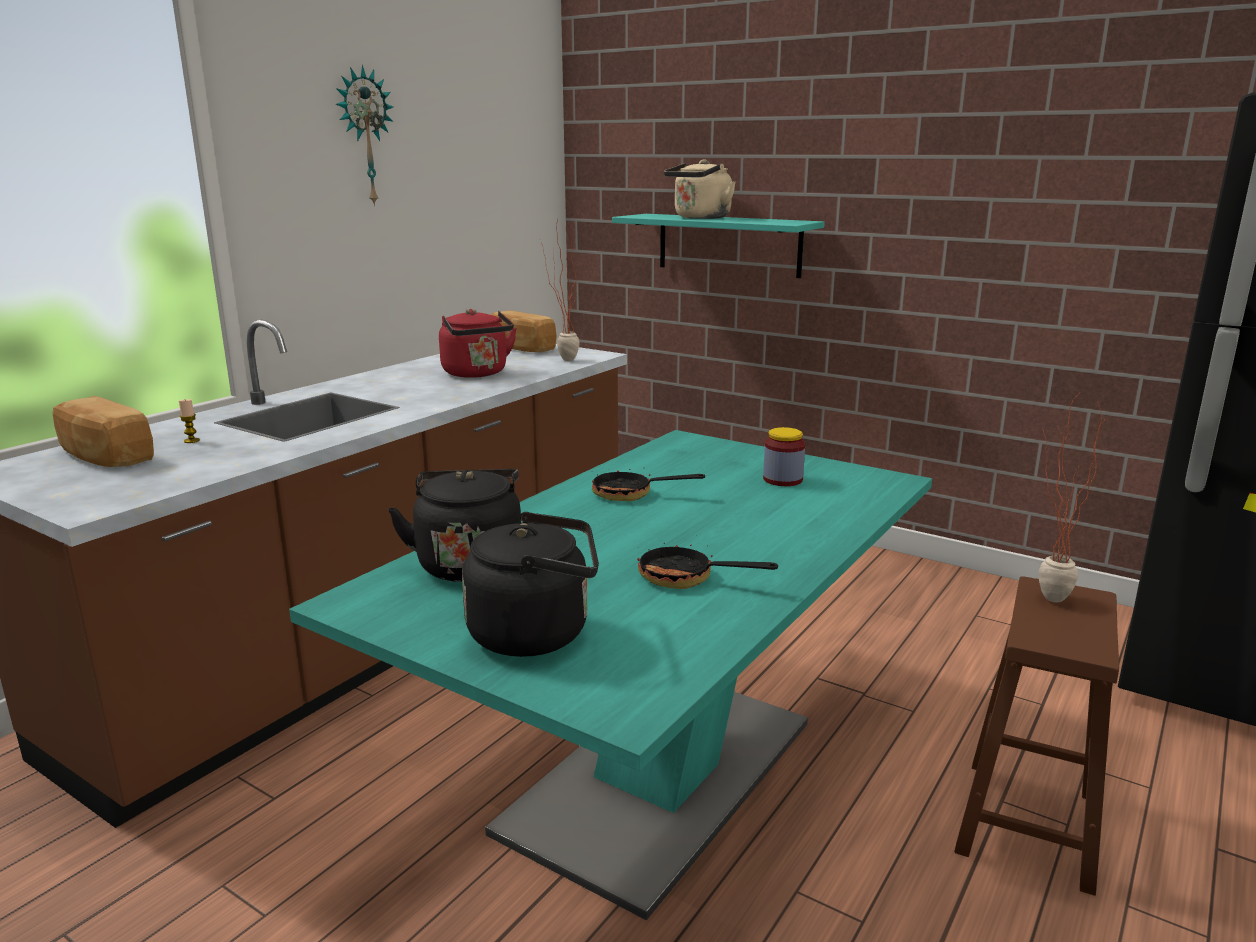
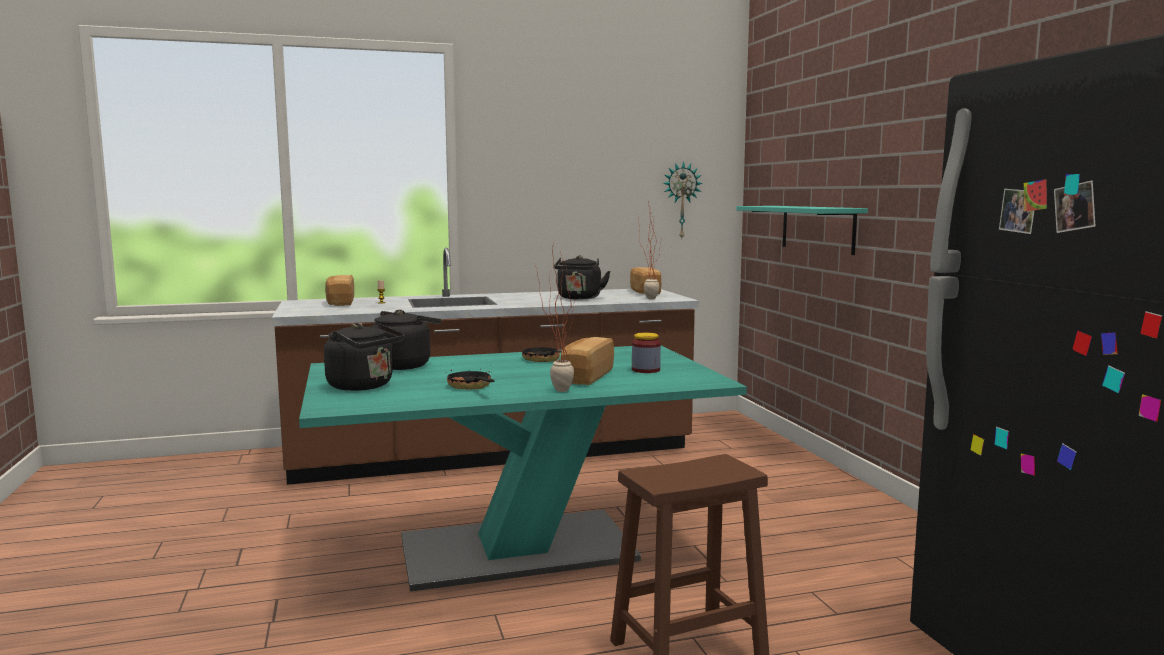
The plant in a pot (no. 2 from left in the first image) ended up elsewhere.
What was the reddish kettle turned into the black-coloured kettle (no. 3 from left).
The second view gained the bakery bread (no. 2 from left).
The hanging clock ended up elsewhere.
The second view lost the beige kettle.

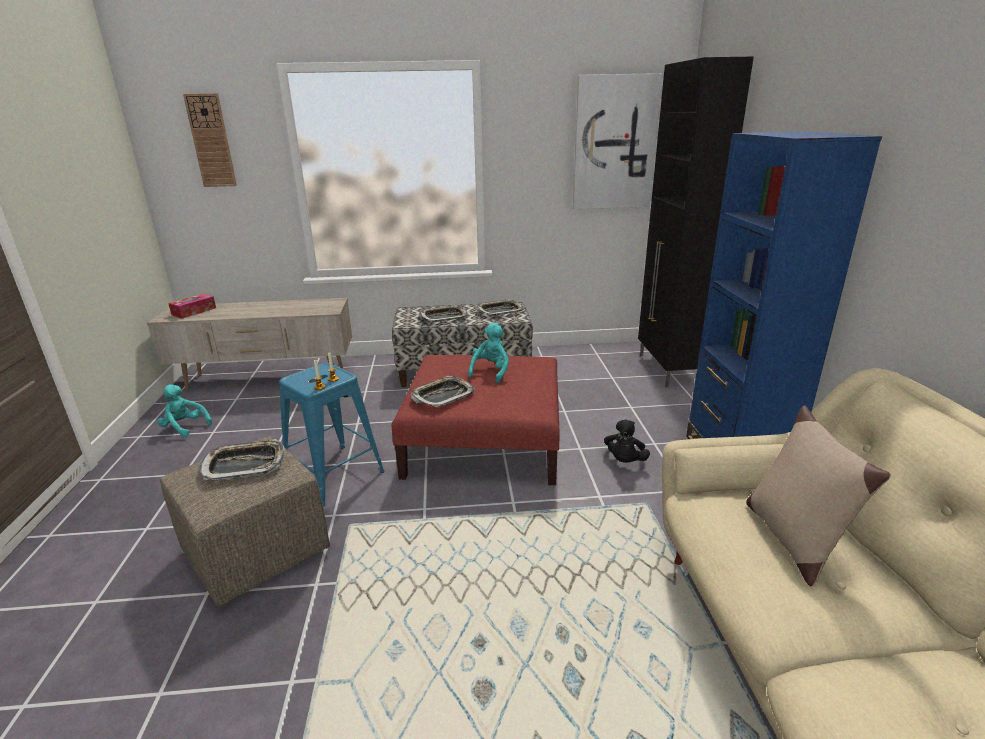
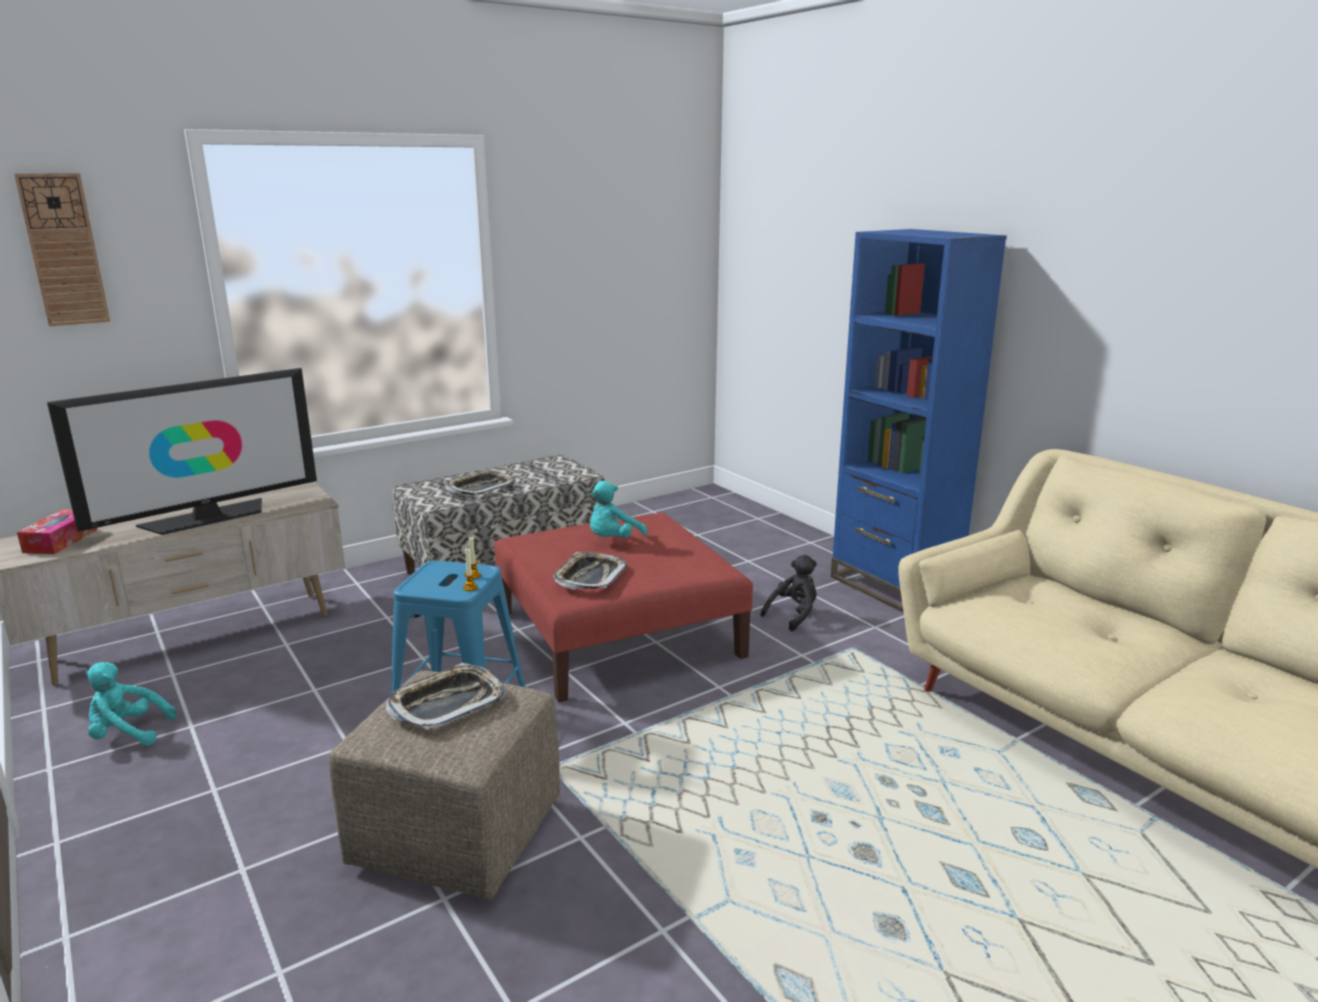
The second view gained the TV.
The turquoise plush toy (no. 2 from left) ended up facing another way, 135 degrees counterclockwise from before.
The black-coloured plush toy ended up facing another way, 120 degrees counterclockwise from before.
The second view lost the tray (no. 4 from left).
The second view lost the wall picture.
The second view lost the black-coloured cupboard.
The second view lost the beige throw pillow.

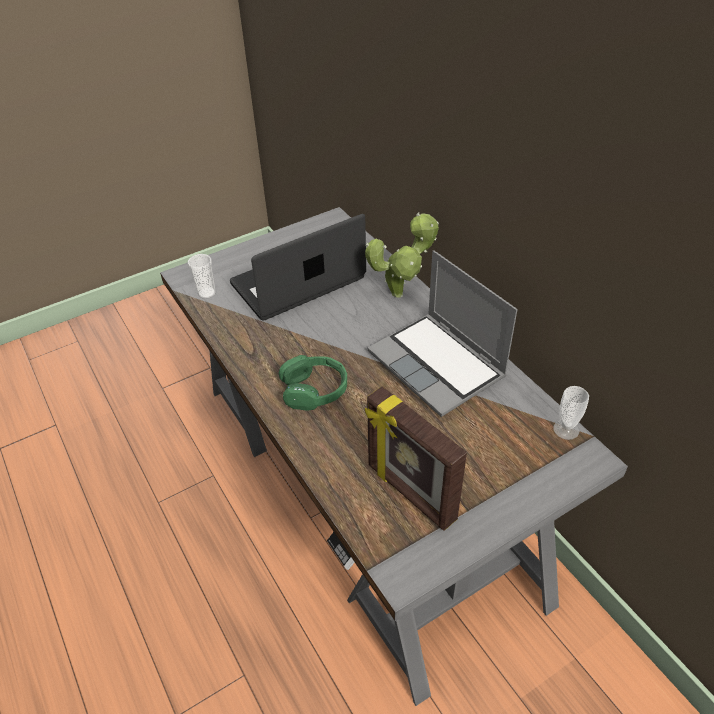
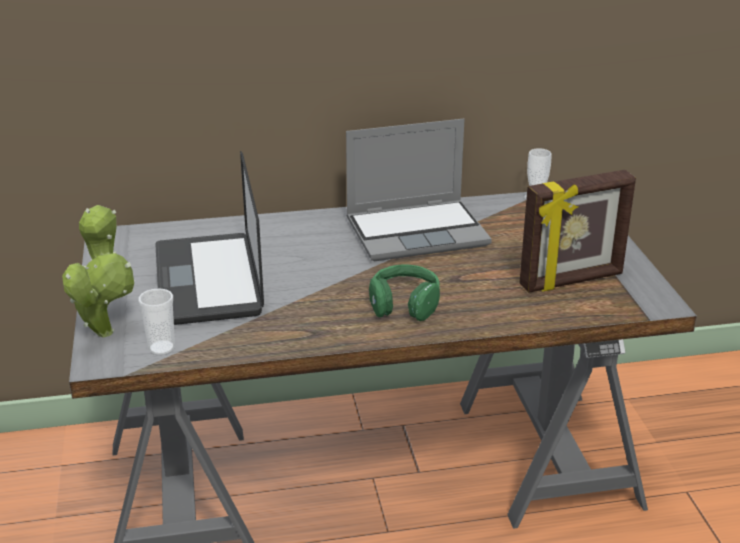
The plant in a pot ended up elsewhere.

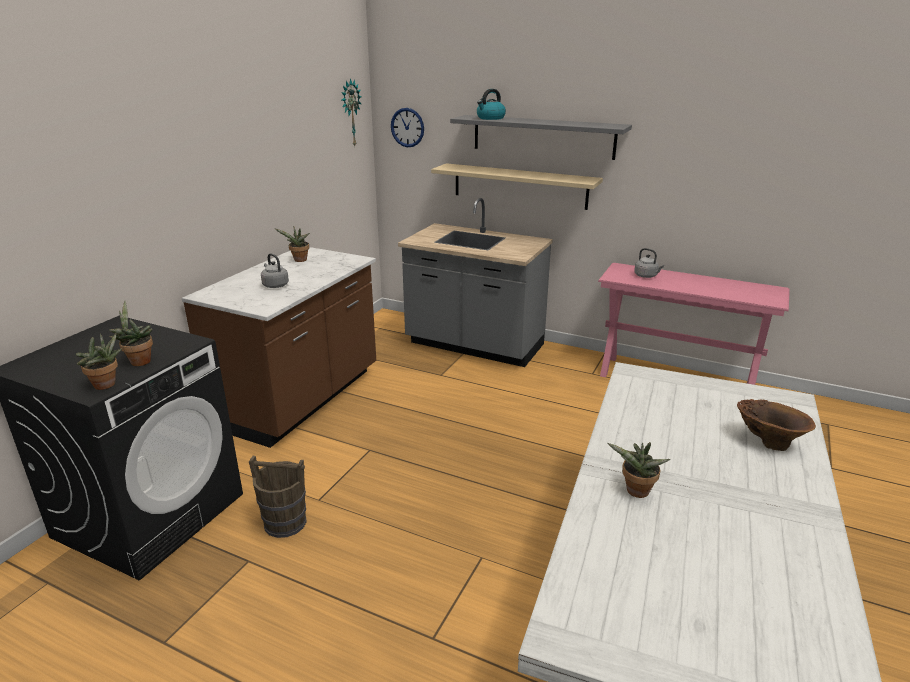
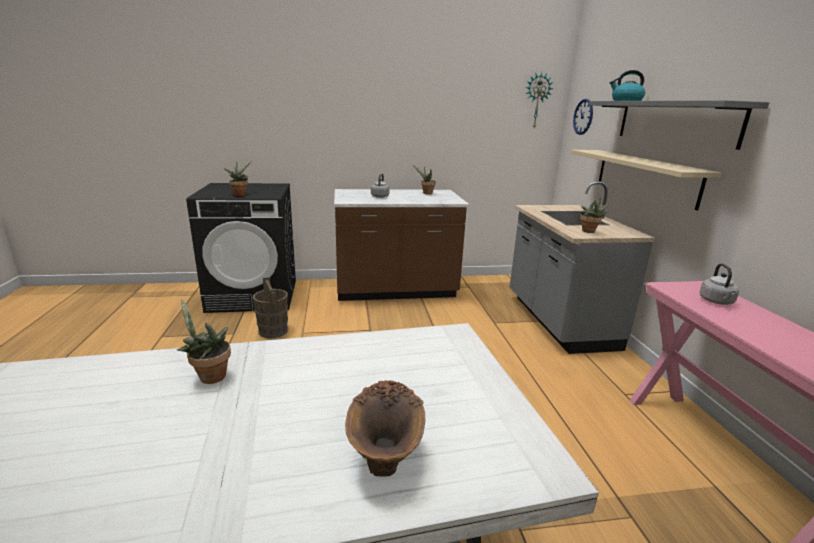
The plant in a pot (no. 1 from left in the first image) ended up elsewhere.

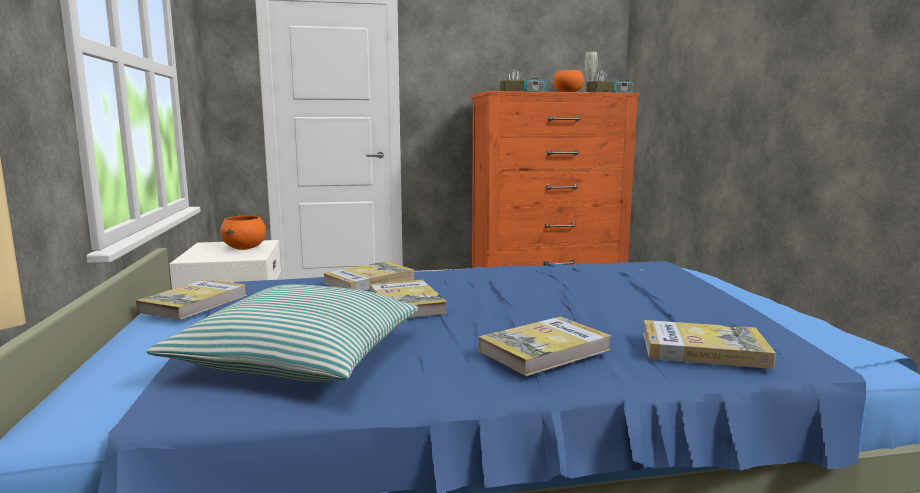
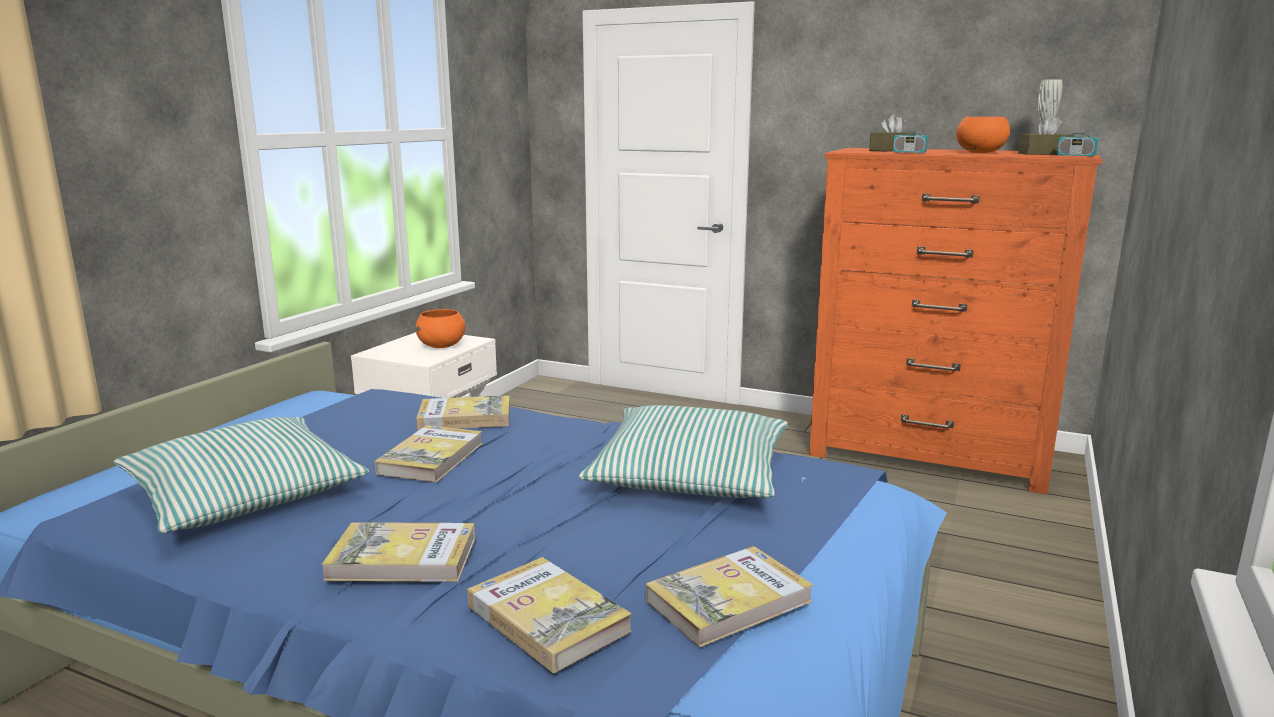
The second view gained the throw pillow (no. 2 from left).
The bound book (no. 1 from left in the first image) ended up elsewhere.

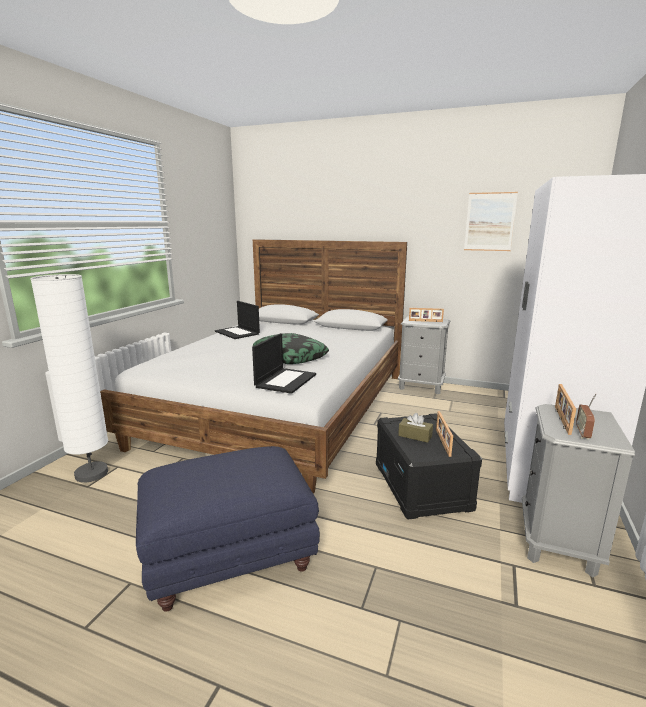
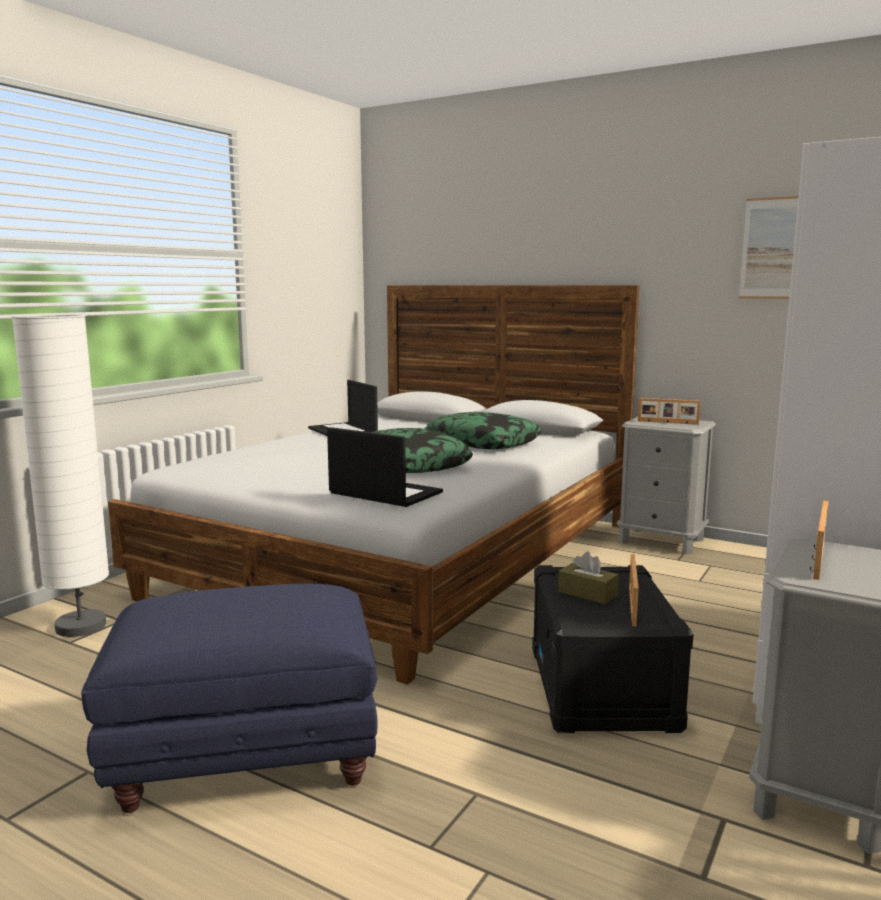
The portable computer (no. 2 from left) ended up facing another way, 90 degrees counterclockwise from before.
The second view gained the throw pillow (no. 2 from left).
The second view lost the radio receiver.

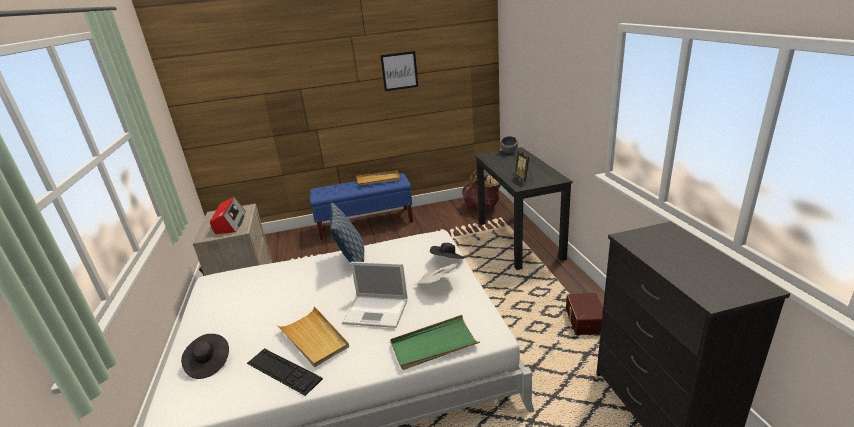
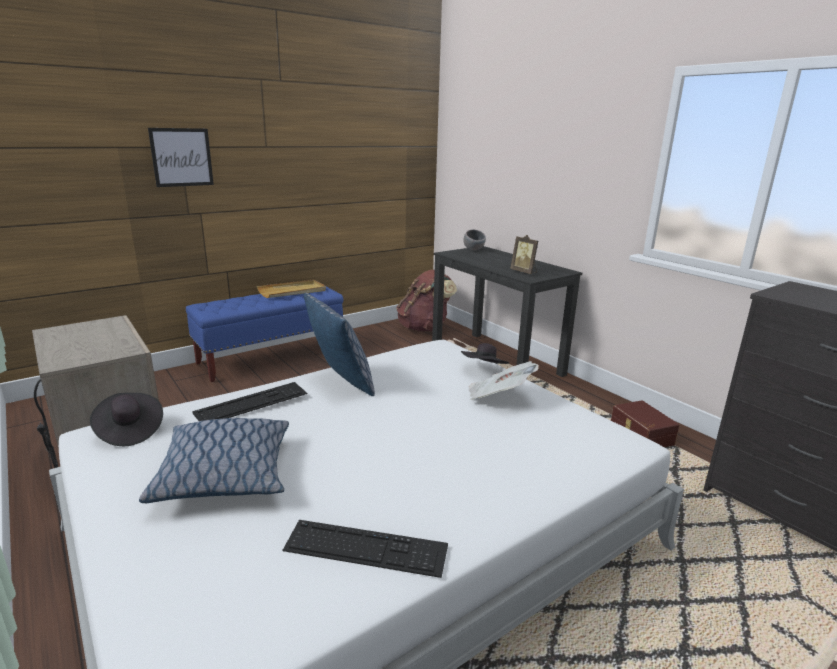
The black-coloured hat (no. 1 from left) ended up elsewhere.
The second view gained the throw pillow (no. 1 from left).
The wall picture ended up elsewhere.
The second view gained the PC keyboard (no. 1 from left).
The second view lost the radio receiver.
The second view lost the beige tray (no. 1 from left).
The second view lost the portable computer.
The second view lost the greenish tray.

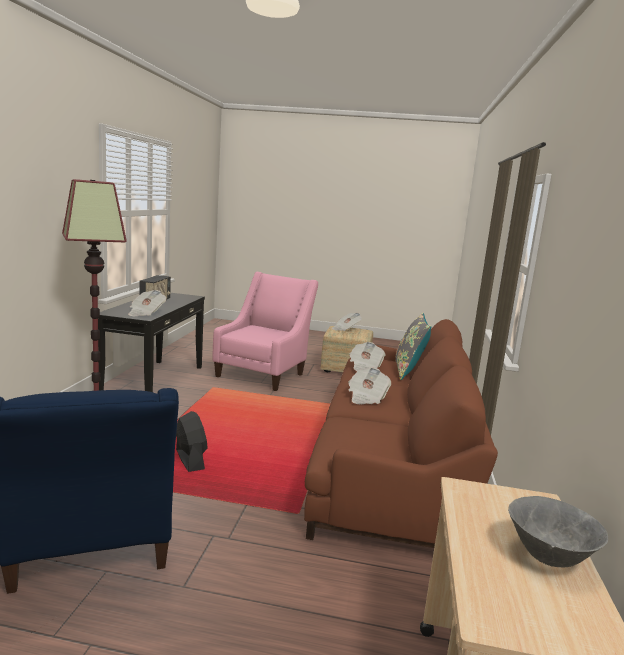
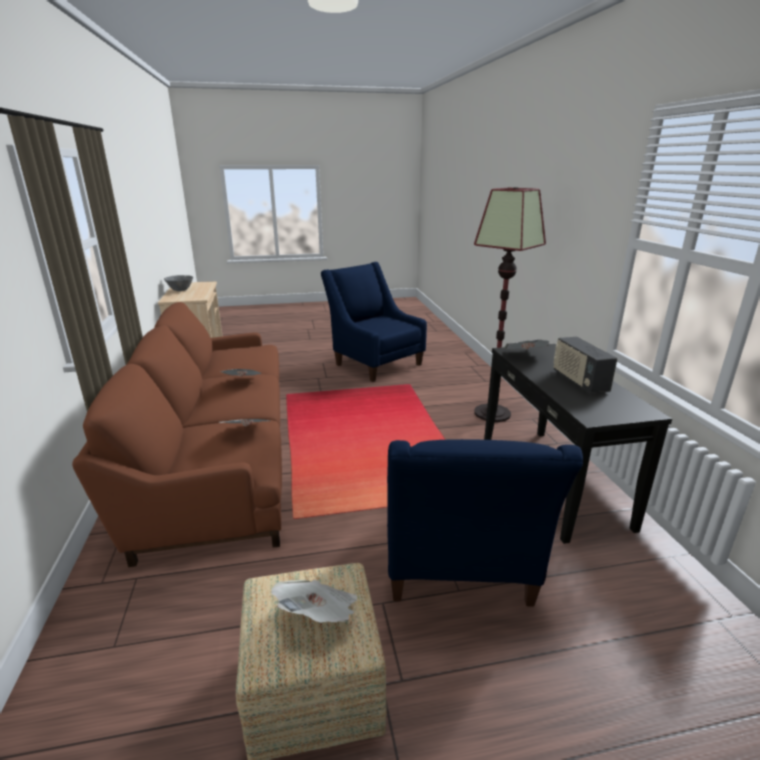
What was the pink armchair turned into the blue armchair (no. 2 from left).
The second view lost the black-coloured electric fan.
The second view lost the greyish throw pillow.

